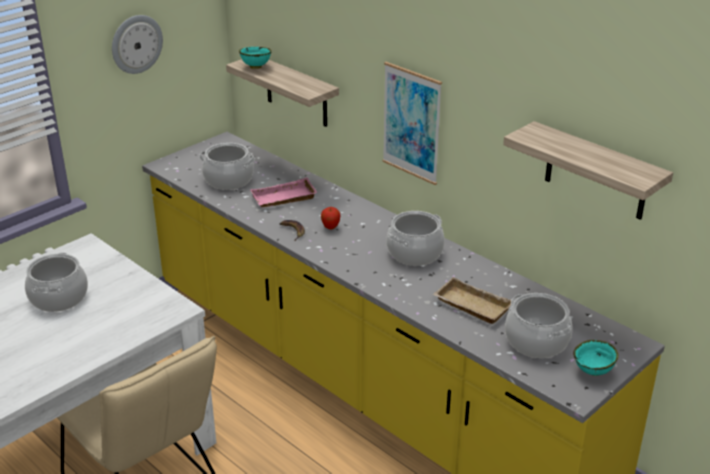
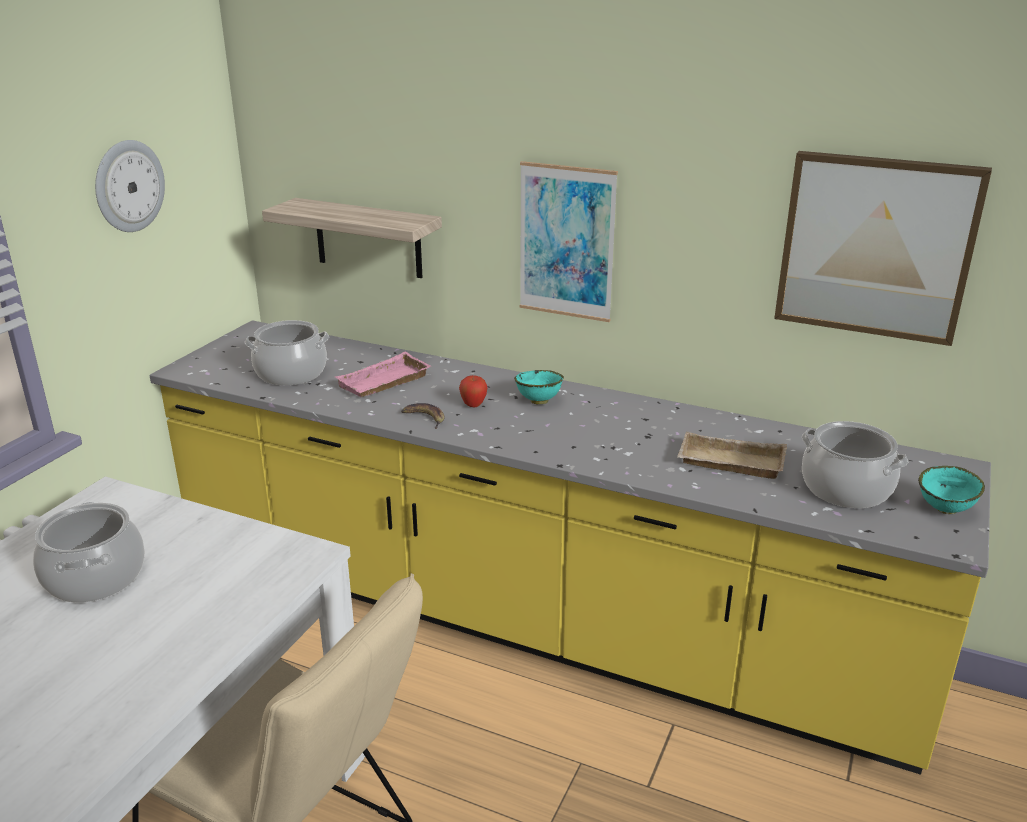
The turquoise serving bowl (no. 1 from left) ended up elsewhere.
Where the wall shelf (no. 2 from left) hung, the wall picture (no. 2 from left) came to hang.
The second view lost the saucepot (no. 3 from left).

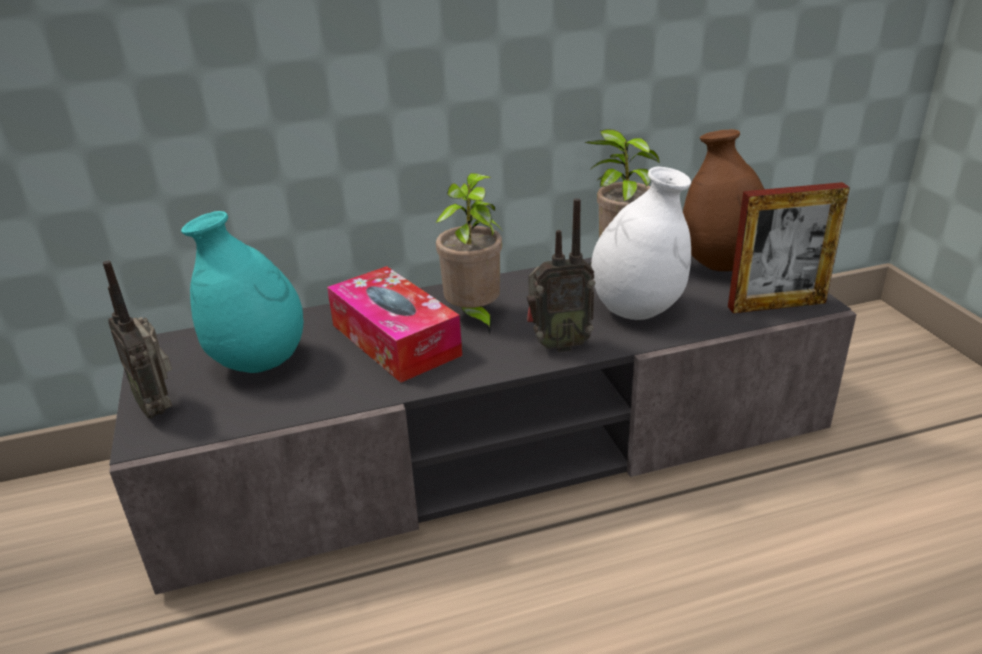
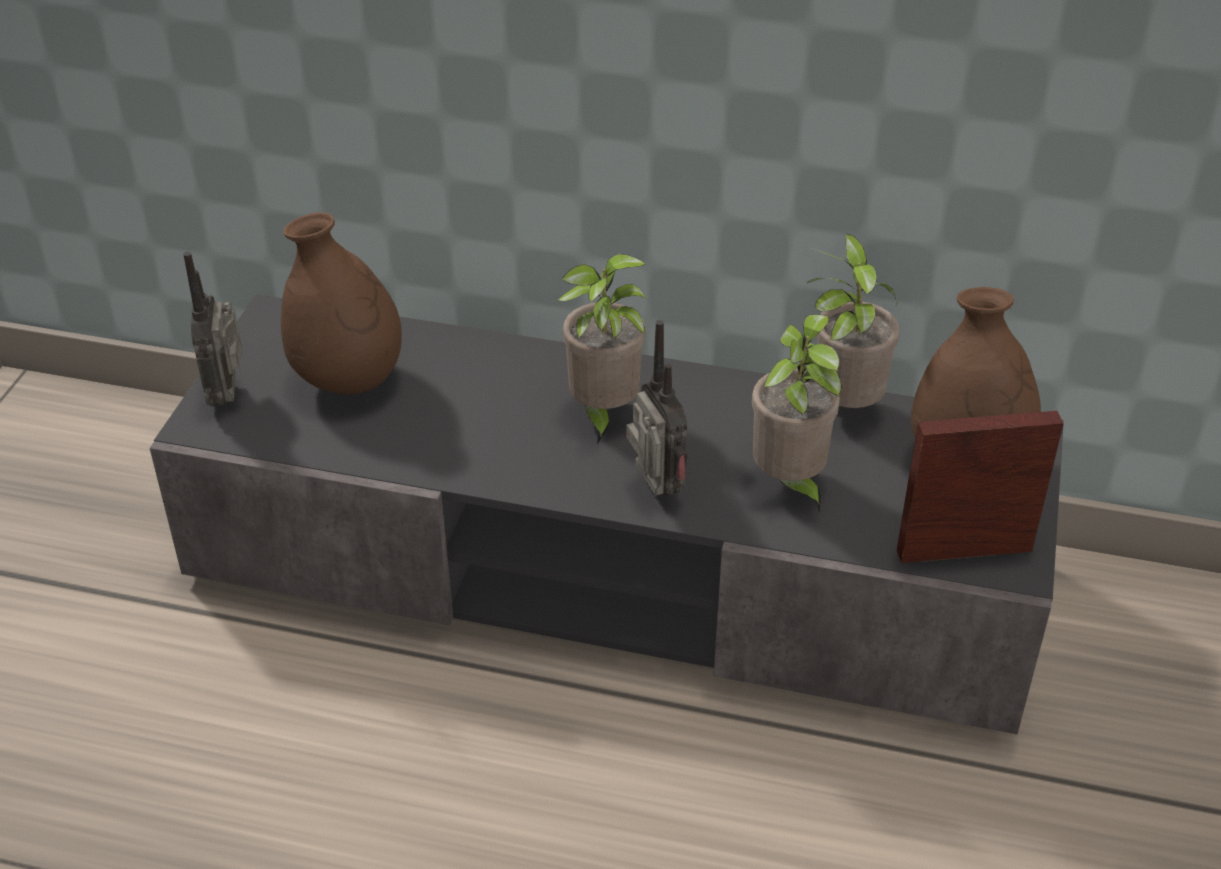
What was the turquoise decorative vase turned into the brown decorative vase (no. 1 from left).
The radio receiver (no. 2 from left) ended up facing another way, 135 degrees counterclockwise from before.
Where the whitish decorative vase stood, the plant in a pot (no. 2 from left) came to stand.
The standing frame ended up facing another way, 150 degrees clockwise from before.
The second view lost the tissue box.

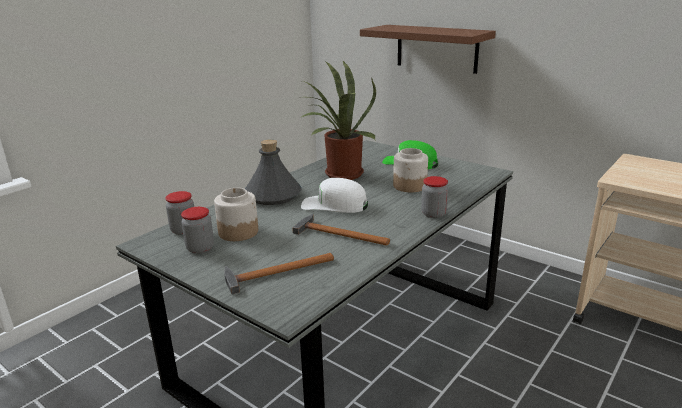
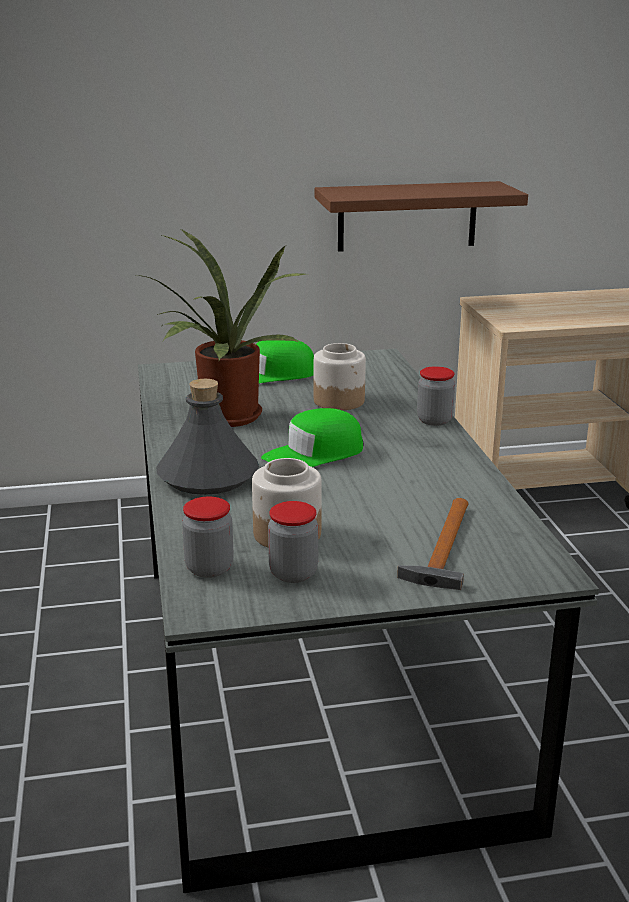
What was the whitish baseball cap turned into the greenish baseball cap (no. 2 from left).
The brown wall shelf ended up elsewhere.
The second view lost the hammer (no. 2 from left).

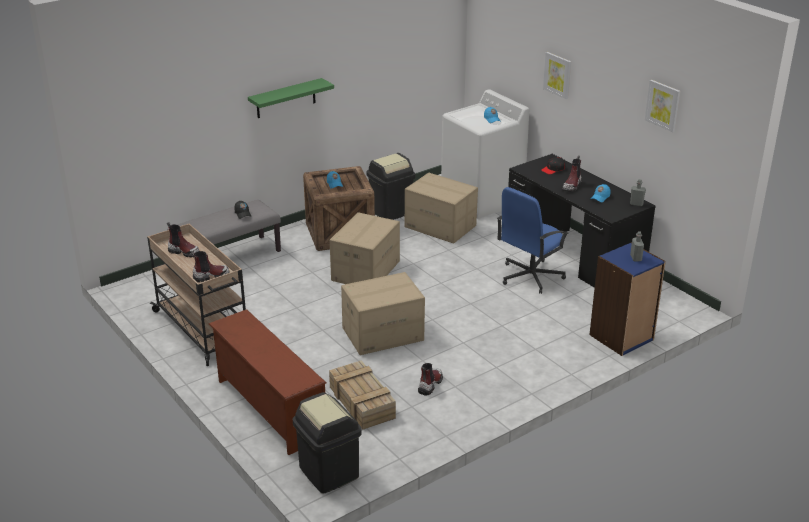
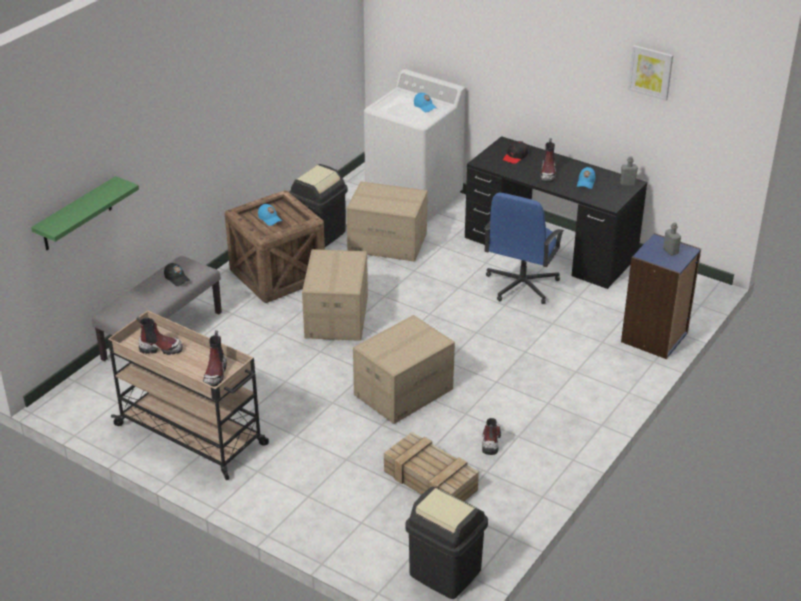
The greenish wall shelf ended up elsewhere.
The high-top boot (no. 2 from left) ended up facing another way, 135 degrees clockwise from before.
The second view lost the brown shoe stand.
The second view lost the wall picture (no. 1 from left).

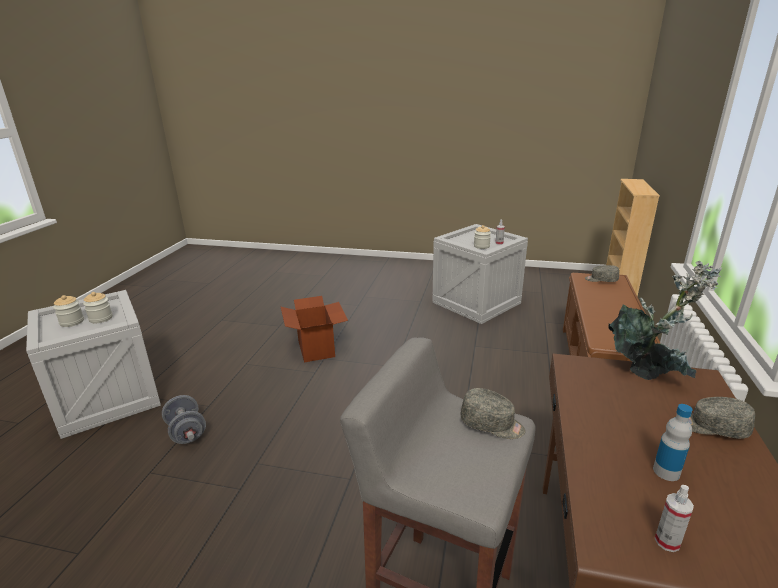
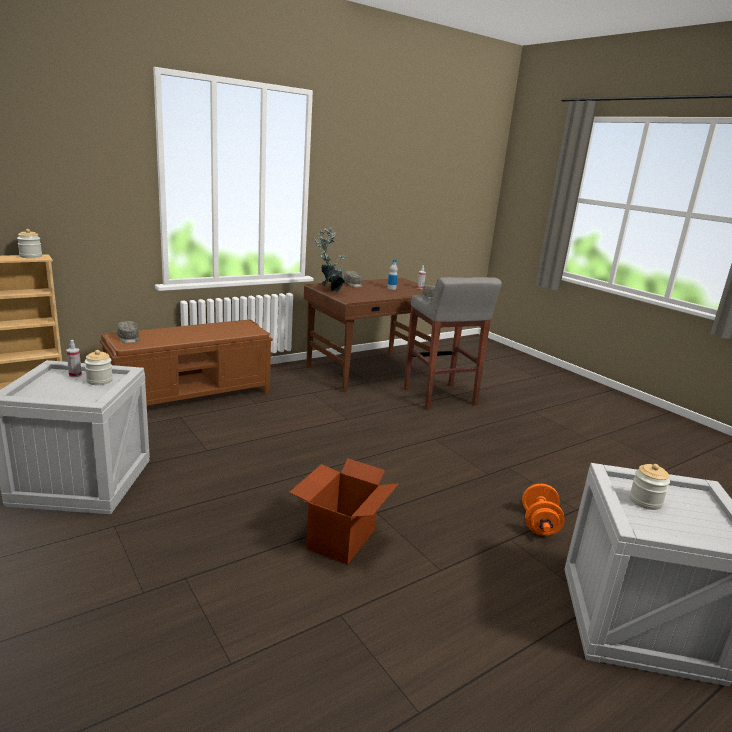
The jar (no. 1 from left) ended up elsewhere.
What was the greyish hand weight turned into the orange-coloured hand weight.

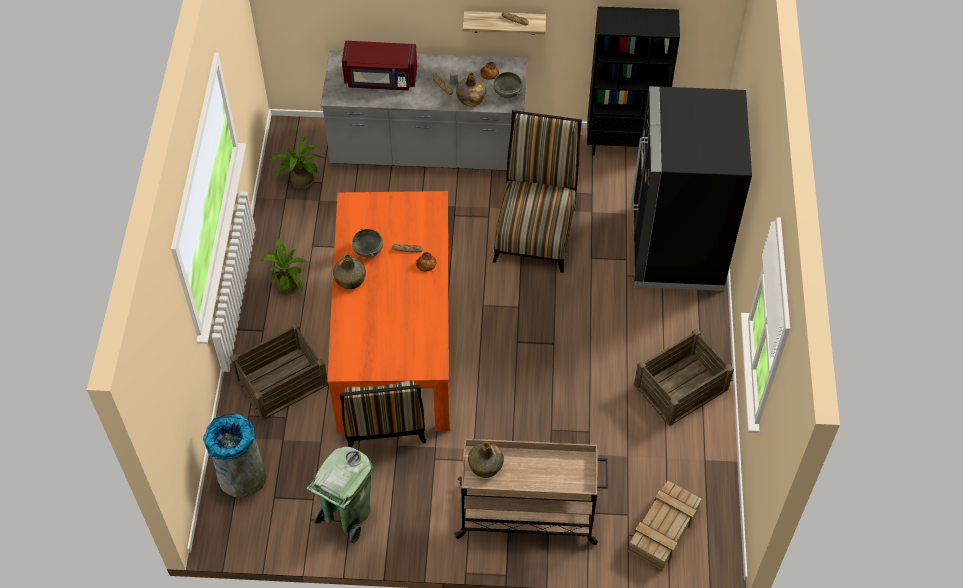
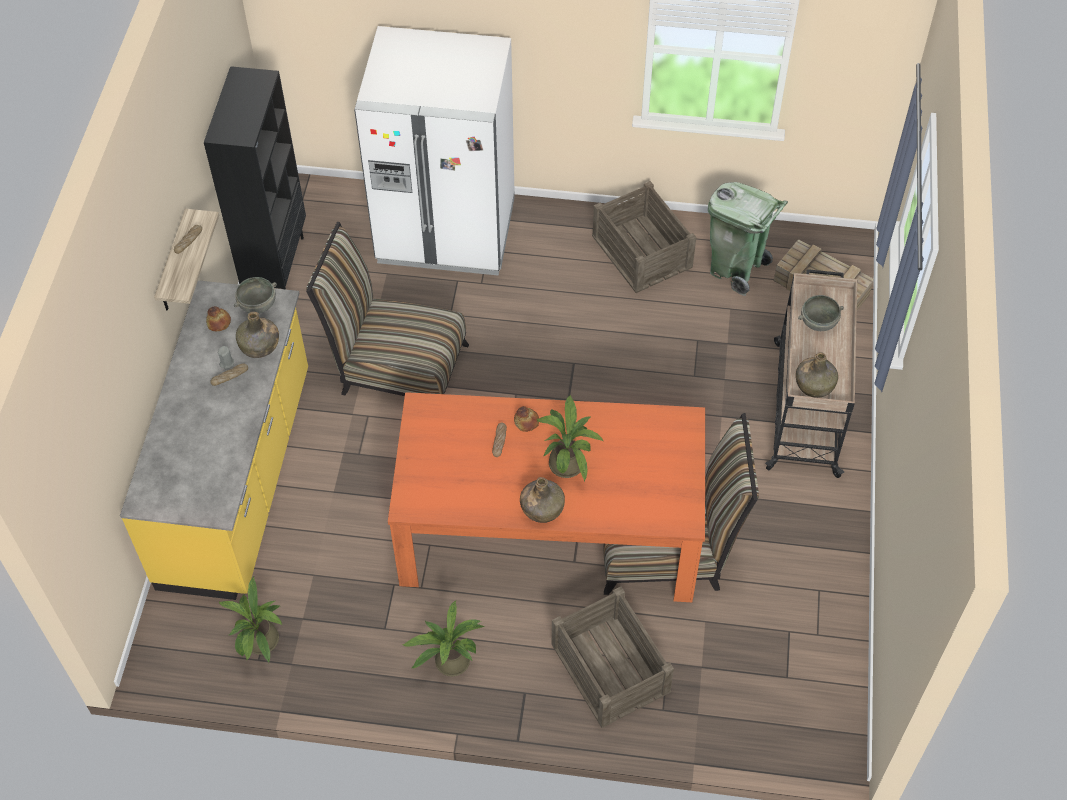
What was the greyish kitchen base unit turned into the yellow kitchen base unit.
What was the black-coloured refrigerator turned into the whitish refrigerator.
The second view gained the plant in a pot (no. 3 from left).
The greenish rubbish bin ended up elsewhere.
The greyish serving bowl (no. 1 from left in the first image) ended up elsewhere.
The second view lost the greyish rubbish bin.
The second view lost the reddish kitchen microwave.

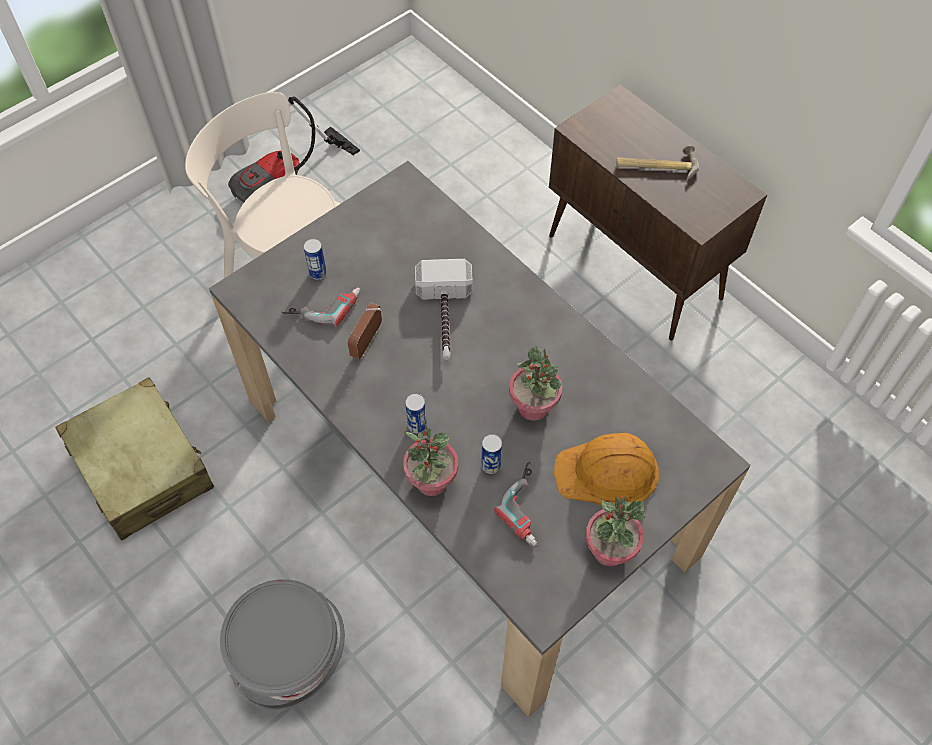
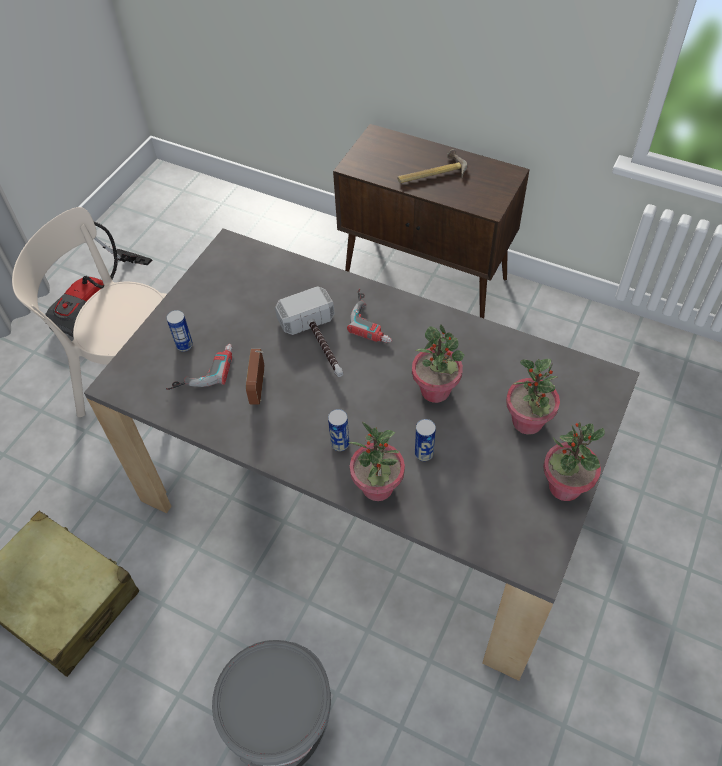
The electric drill (no. 2 from left) ended up elsewhere.
Where the orange-coloured hard hat stood, the plant in a pot (no. 3 from left) came to stand.

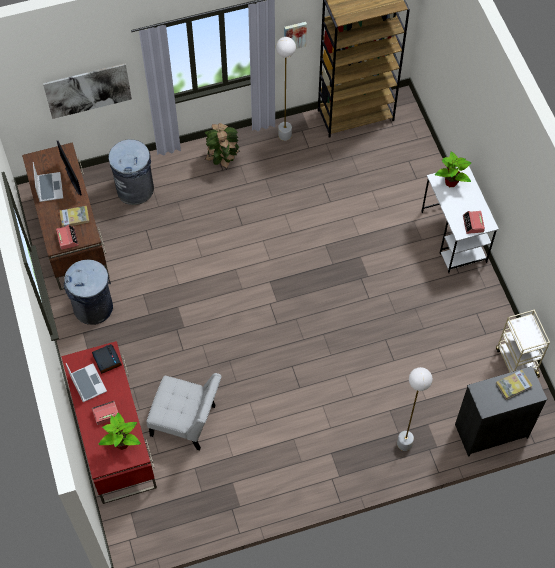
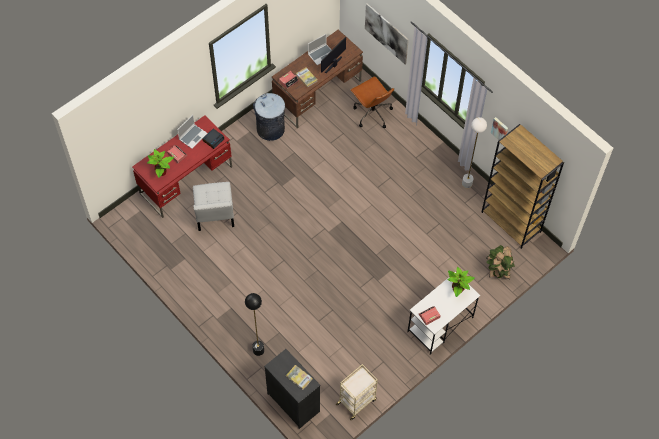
What was the whitish standard lamp (no. 2 from left) turned into the black-coloured standard lamp.
Where the greyish rubbish bin (no. 2 from left) stood, the brown office chair came to stand.
The plant in a pot (no. 2 from left in the first image) ended up elsewhere.

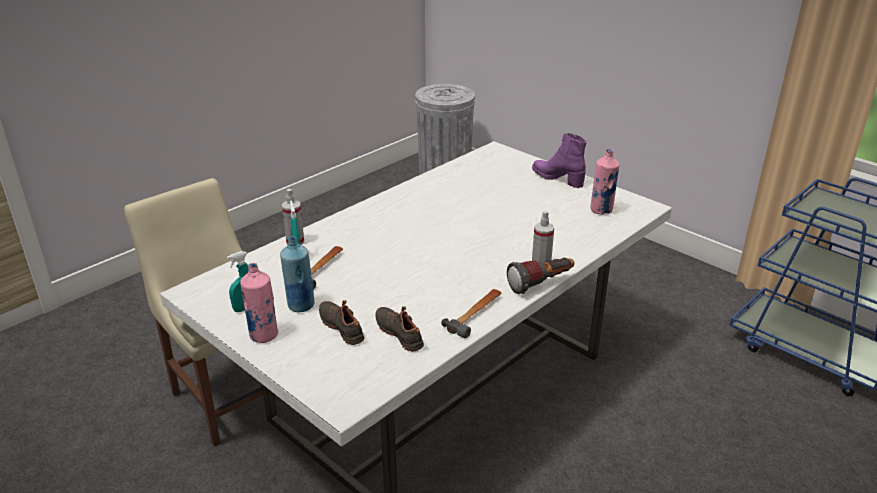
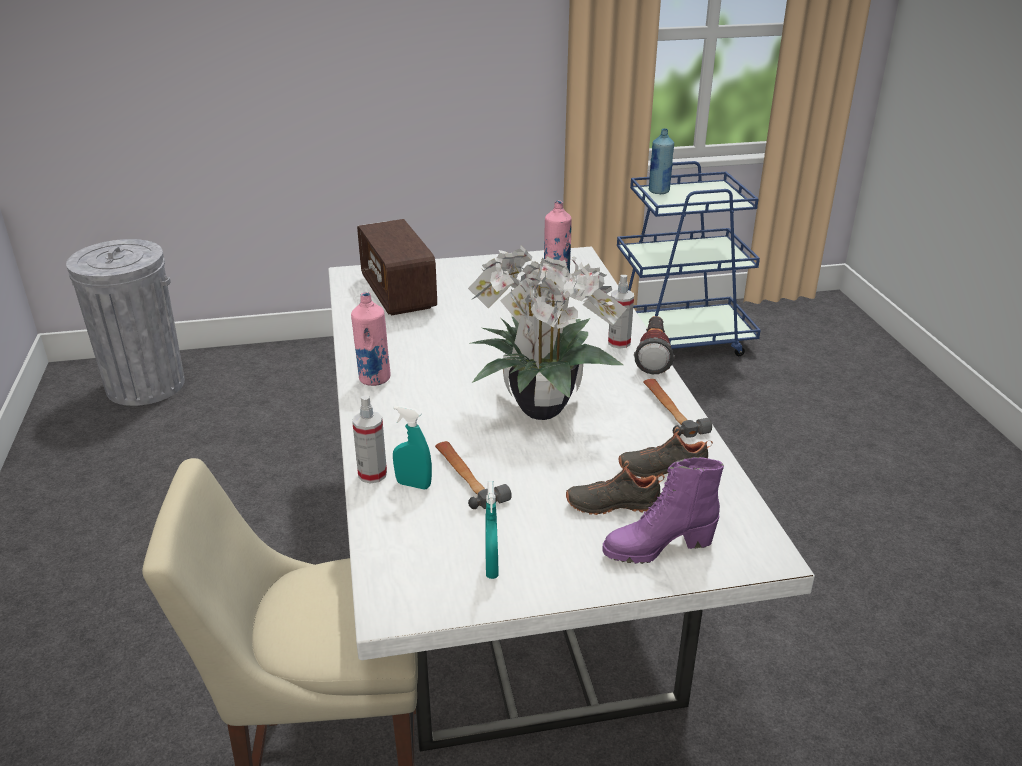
The pink bottle (no. 1 from left) ended up elsewhere.
The second view gained the radio receiver.
The second view gained the plant in a pot.
The purple-coloured high-top boot ended up elsewhere.
The blue bottle ended up elsewhere.

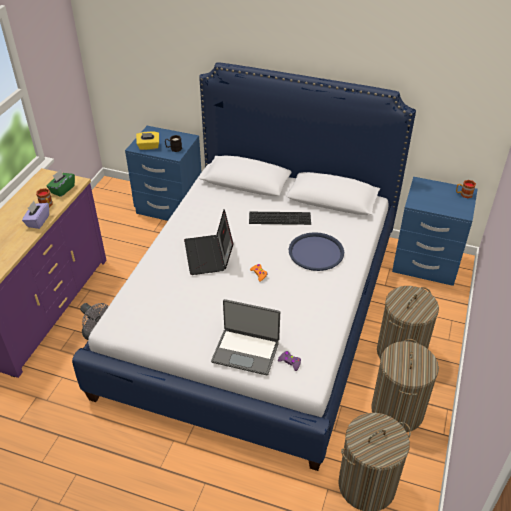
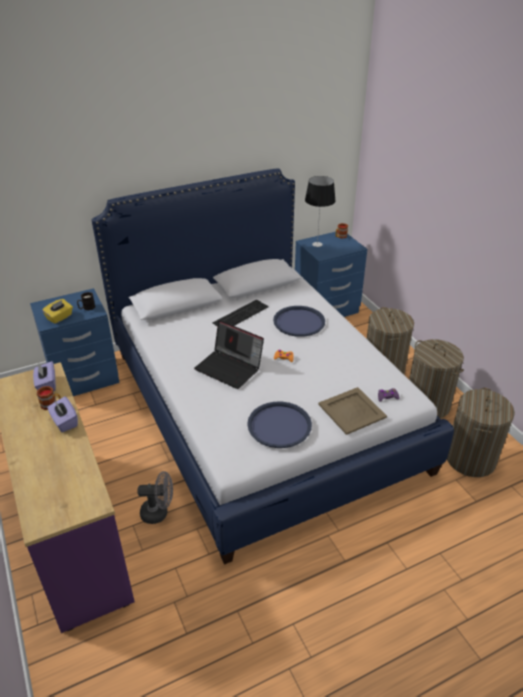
What was the greenish tissue box turned into the purple-coloured tissue box (no. 1 from left).
The second view gained the blue tray (no. 1 from left).
The second view gained the lamp for a table.
Where the portable computer (no. 2 from left) stood, the beige tray came to stand.

